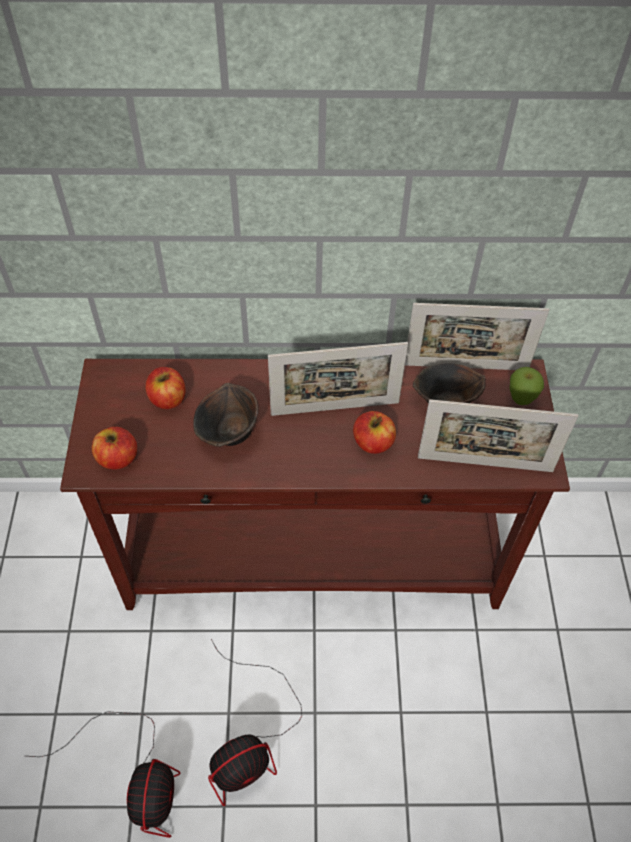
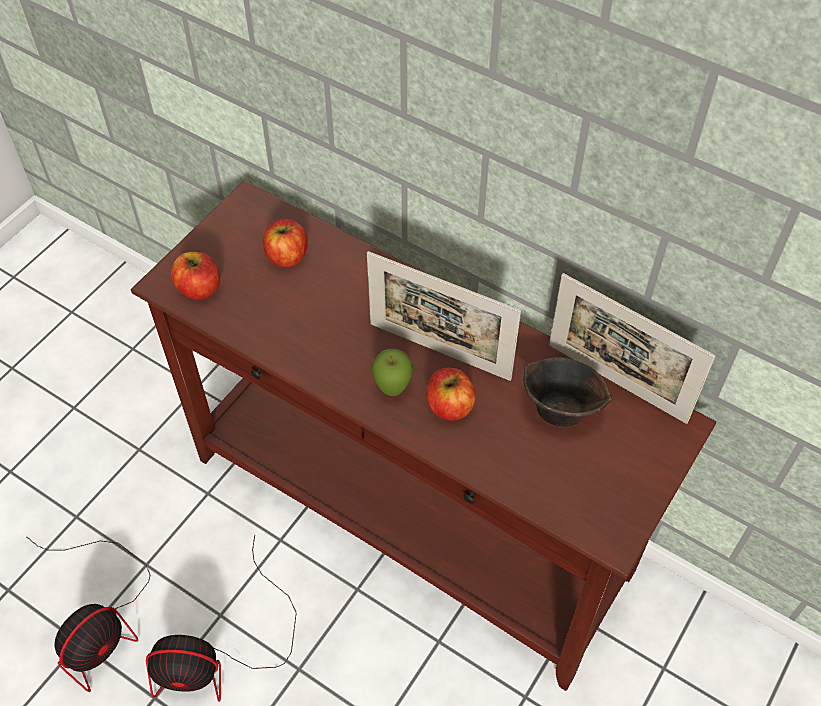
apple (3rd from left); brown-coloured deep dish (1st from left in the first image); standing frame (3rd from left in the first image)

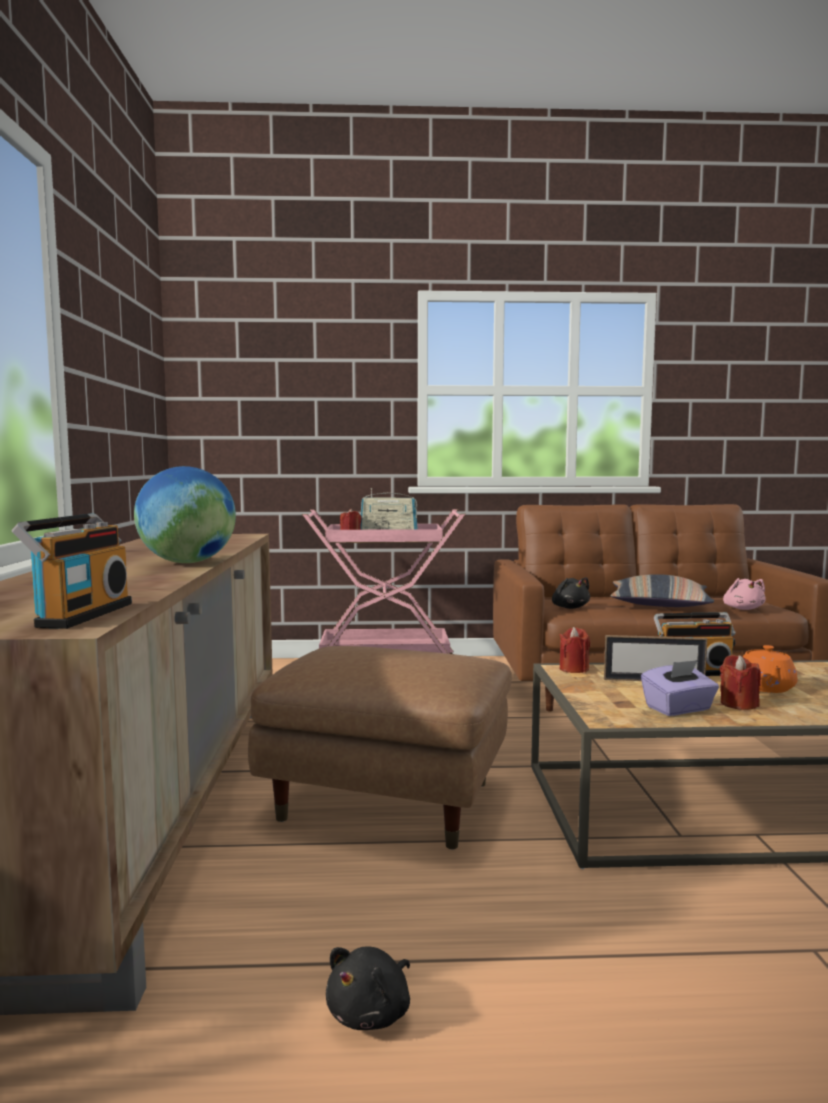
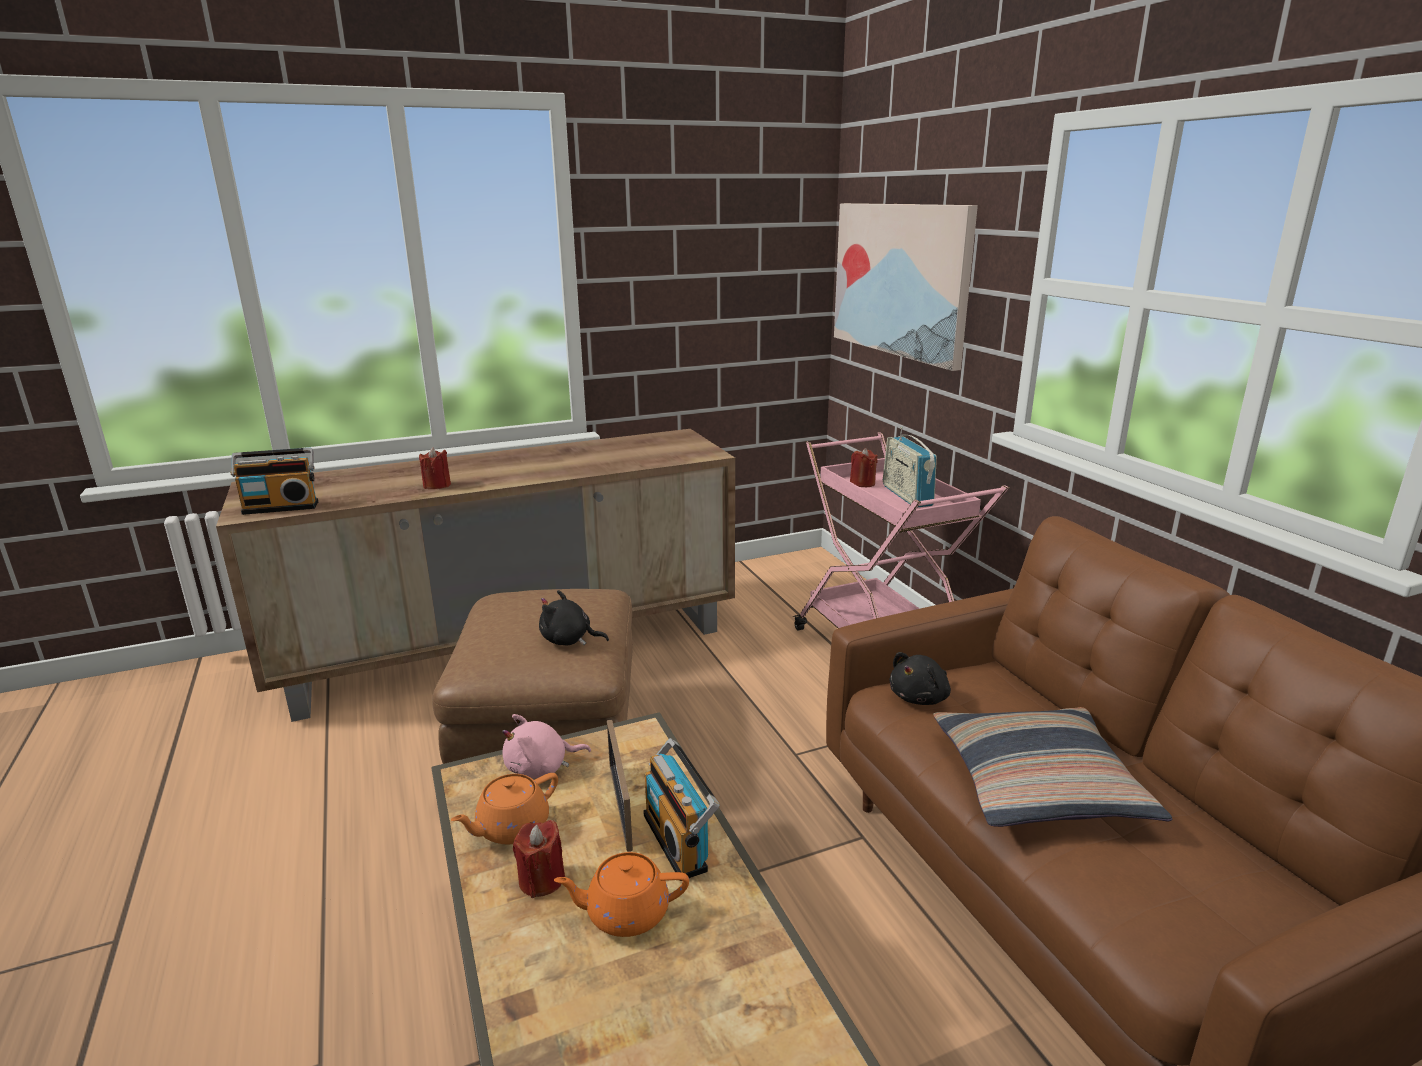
desk globe; pinkish plush toy; red candle (1st from left); orange teapot (1st from left); black plush toy (1st from left); picture

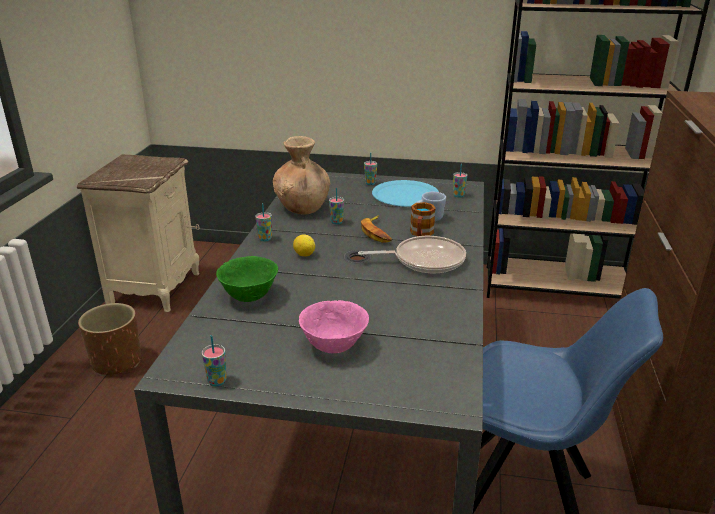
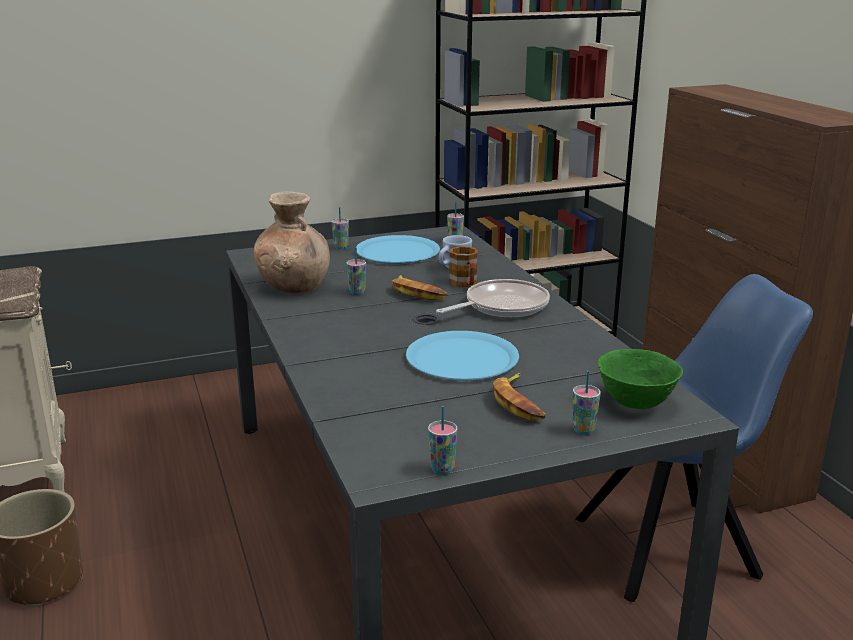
small cup (5th from left); citrus fruit; greenish deep dish; whole banana (2nd from left); blue plate (2nd from left)

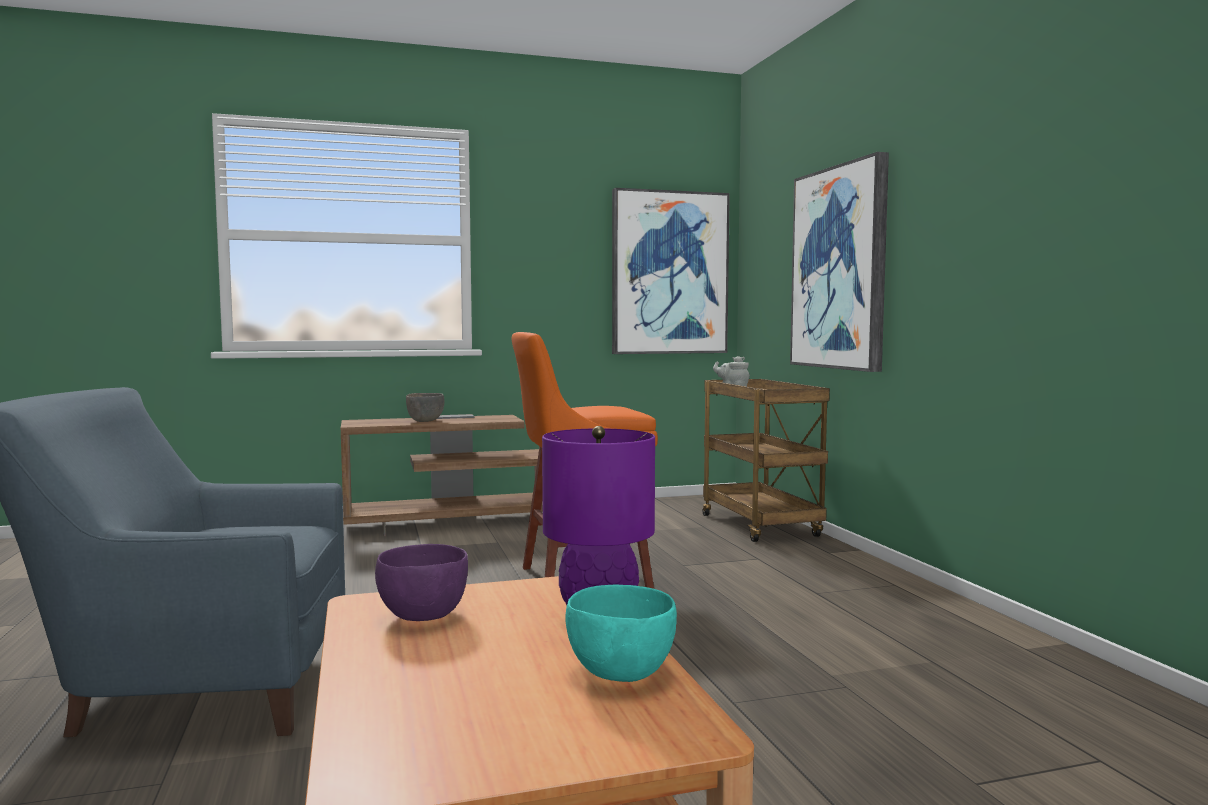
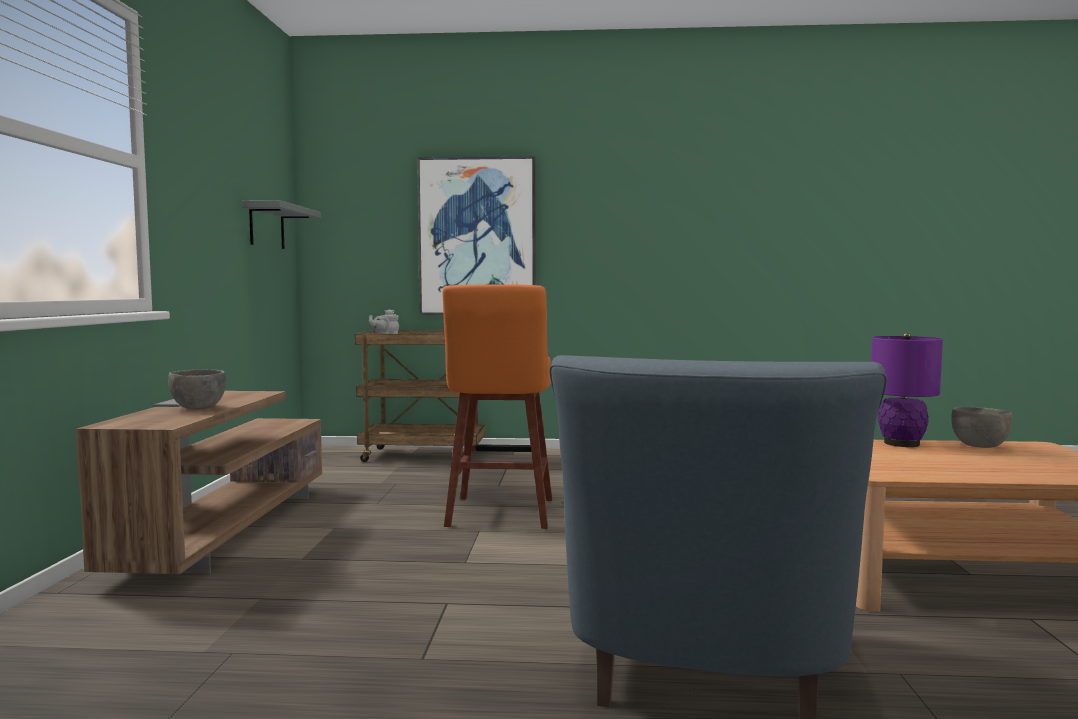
grey bracket shelf; purple-coloured deep dish; grey deep dish (2nd from left)

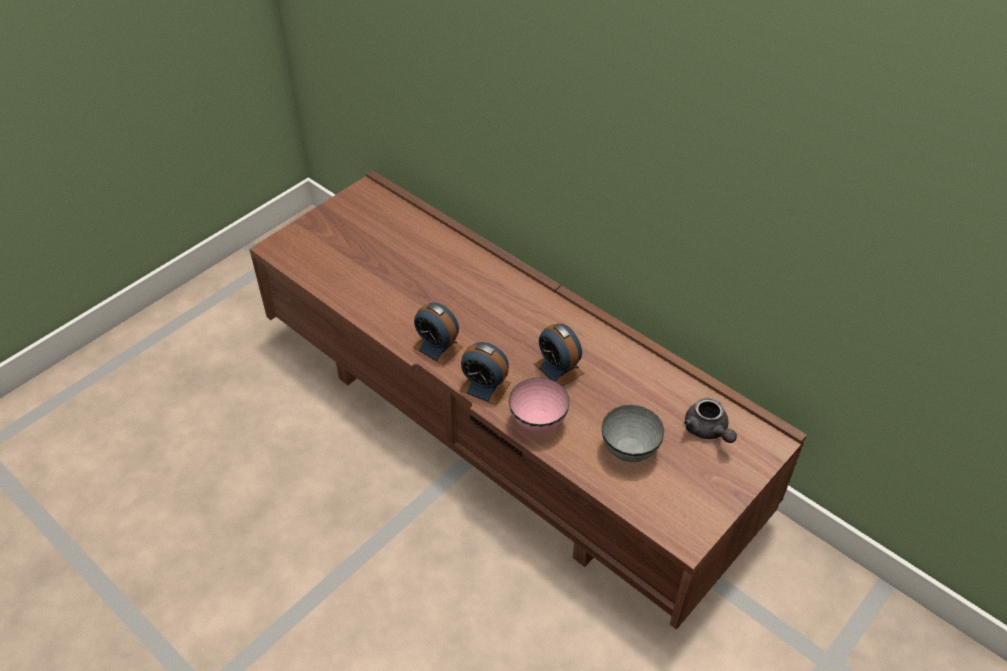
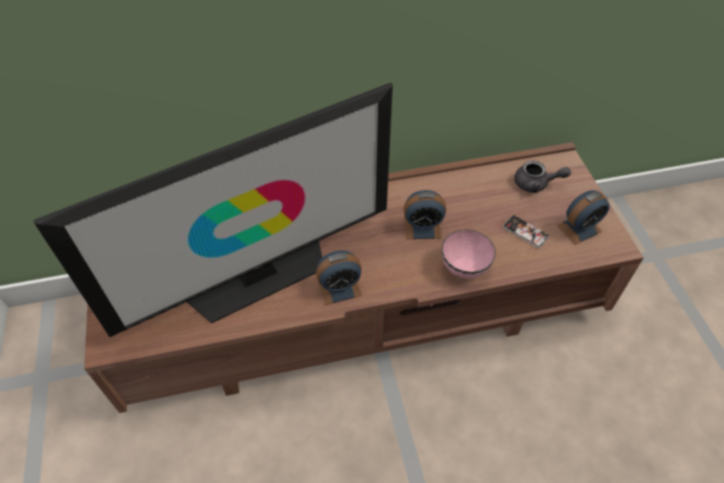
table clock (3rd from left); telephone; TV

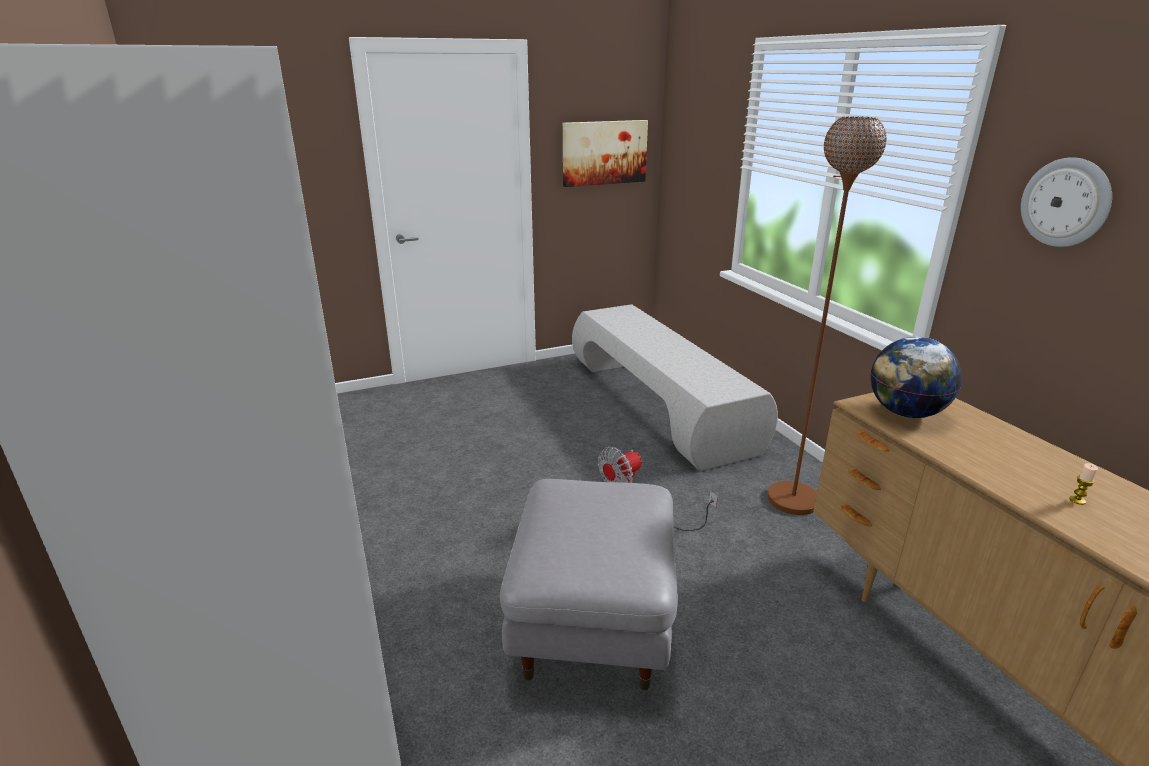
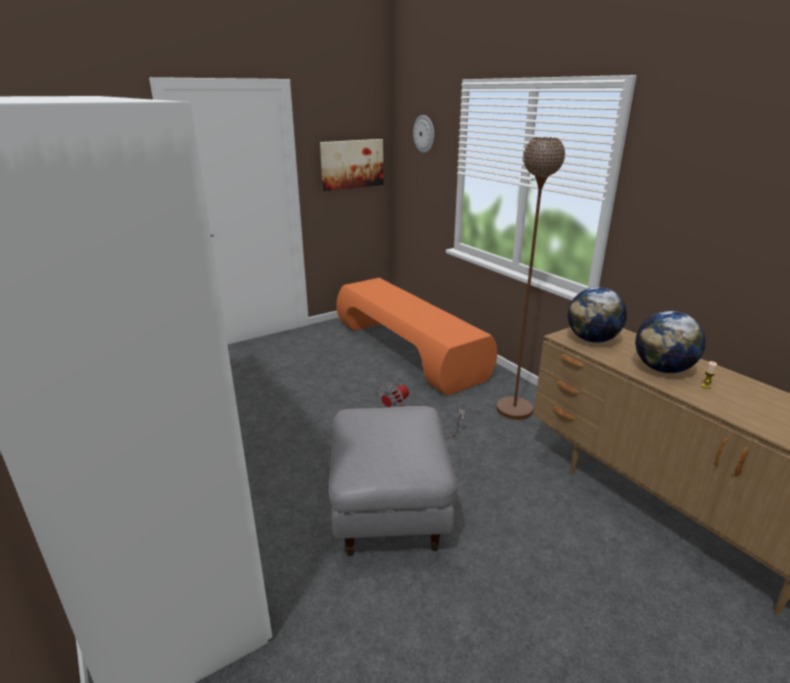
hanging clock; orange long seat; desk globe (2nd from left)

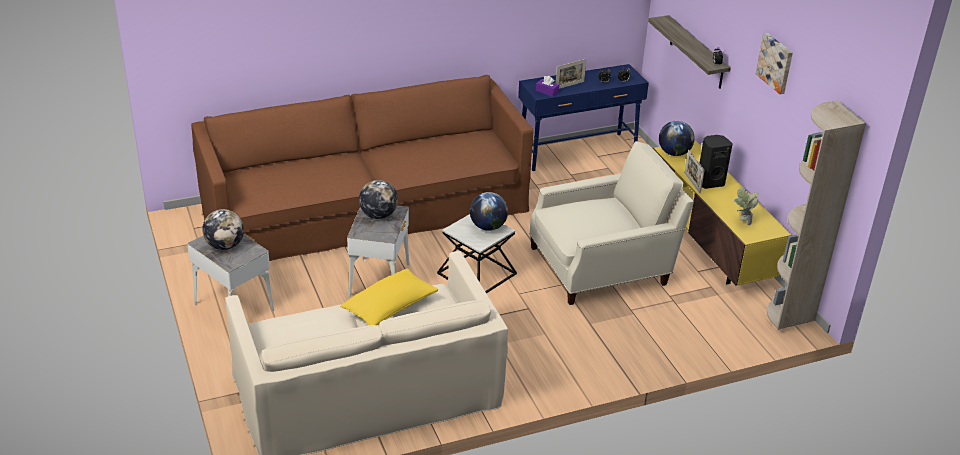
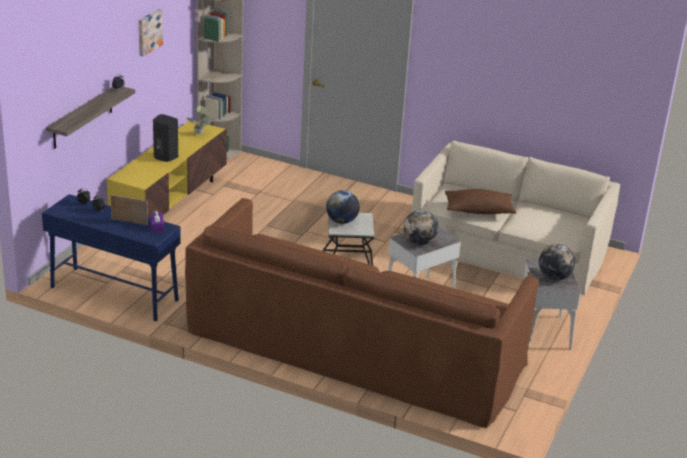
desk globe (4th from left in the first image); beige lounge chair; standing frame (2nd from left in the first image); brown-coloured throw pillow

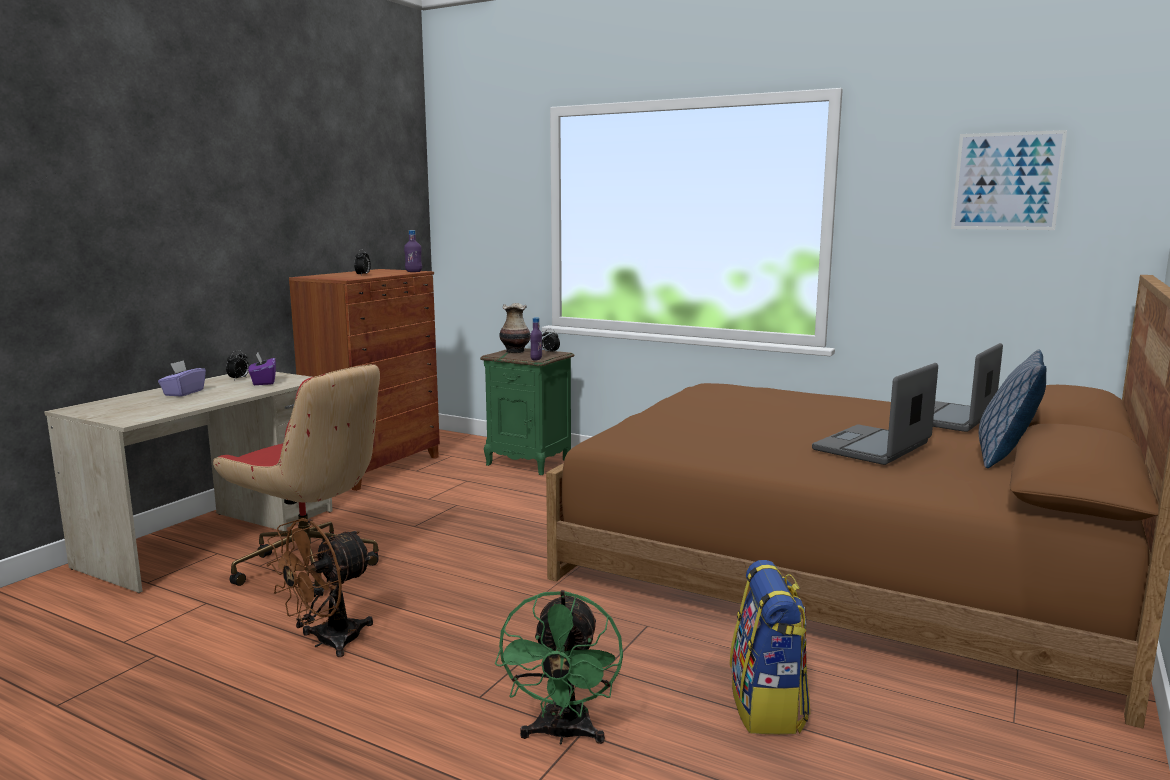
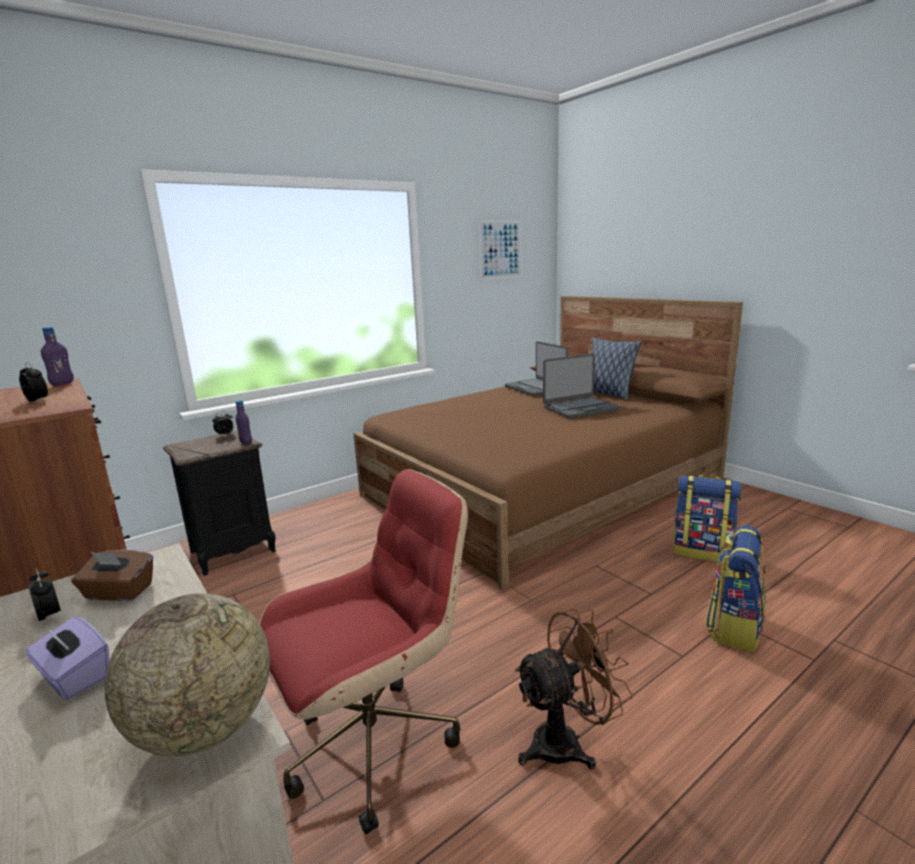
flower vase; black bedside table; brown-coloured tissue holder; notebook computer (2nd from left); brown-coloured electric fan; rucksack (2nd from left); desk globe

